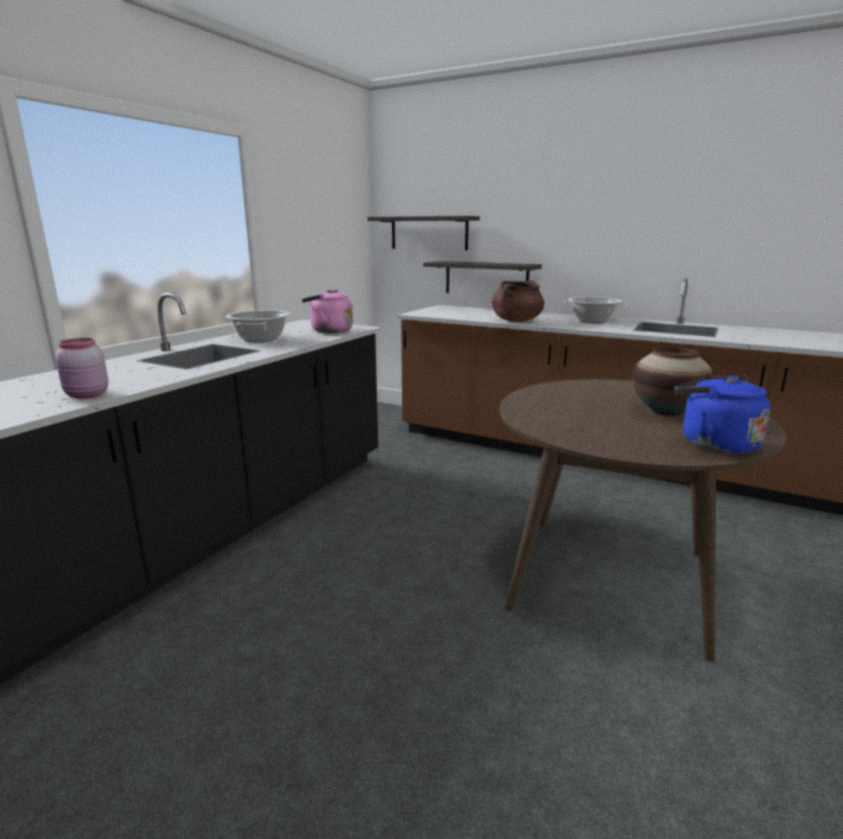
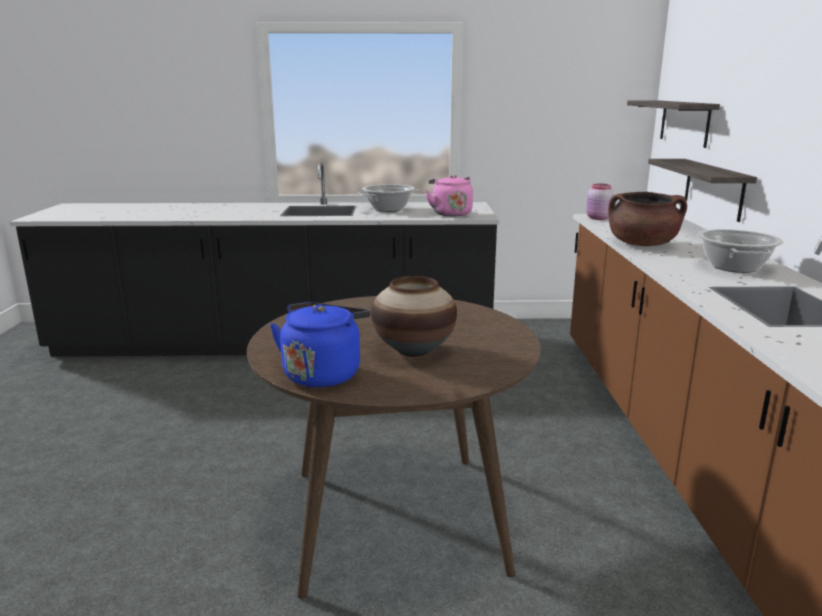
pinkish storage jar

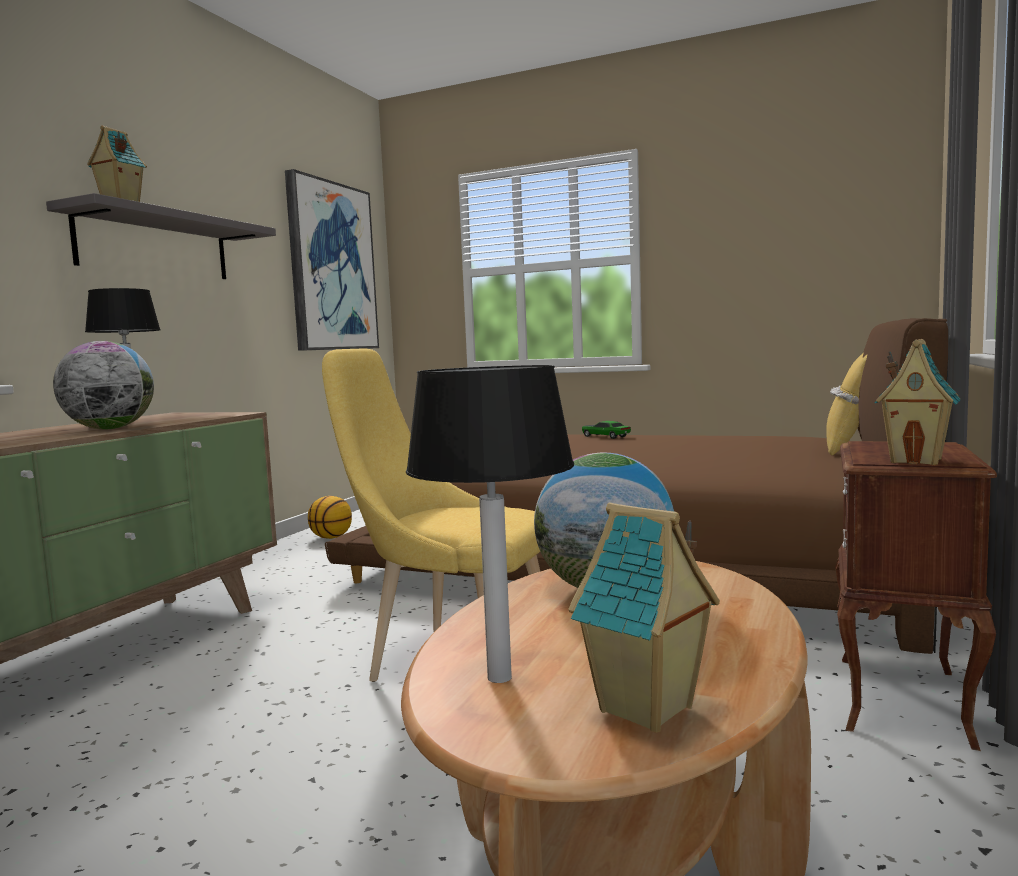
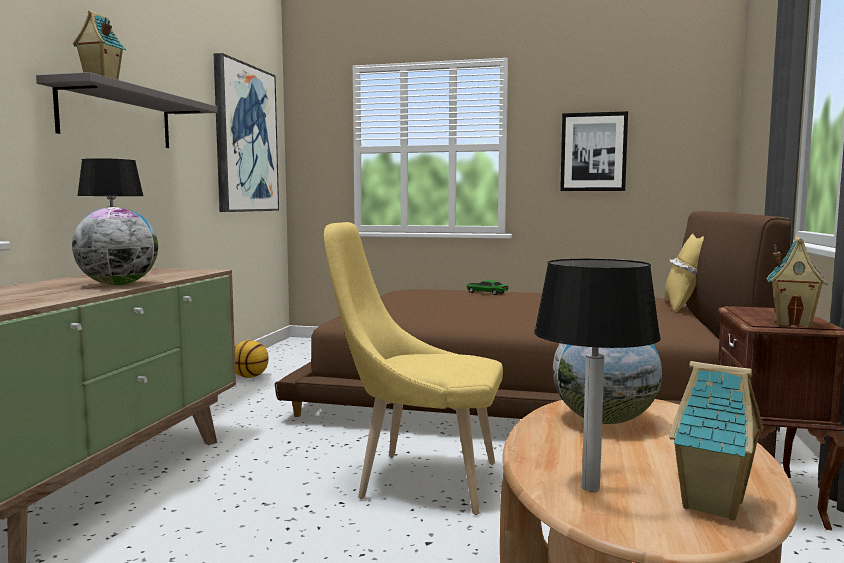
picture (2nd from left)

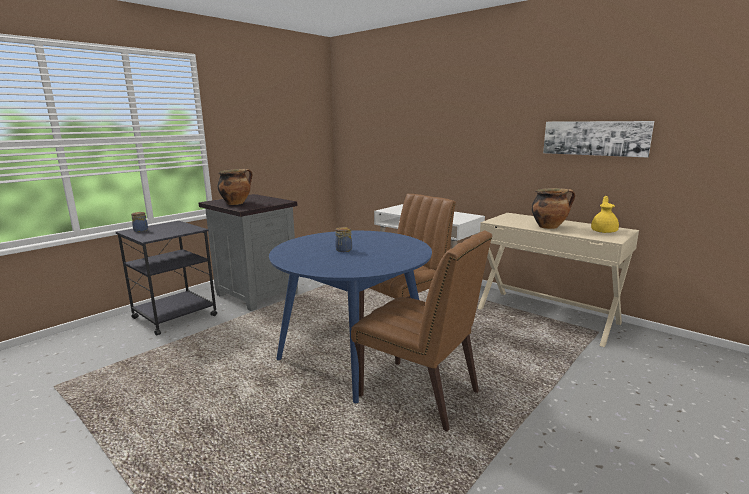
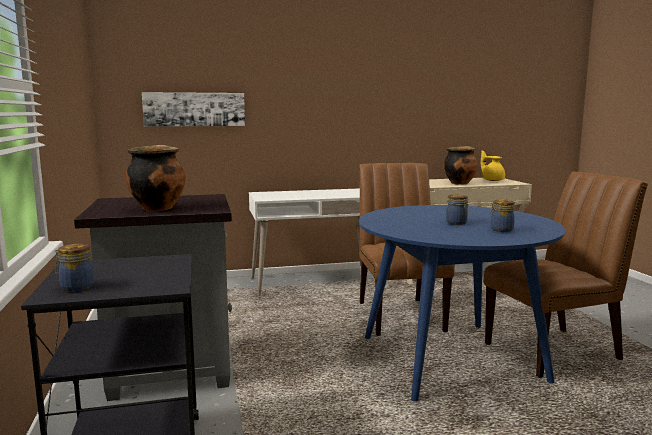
picture; storage jar (3rd from left)

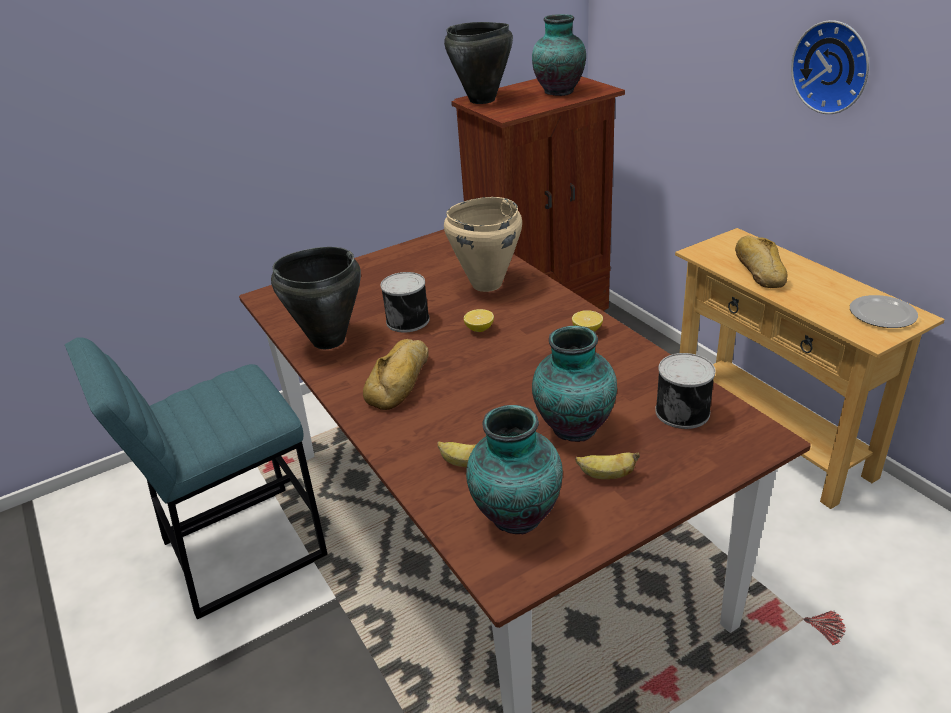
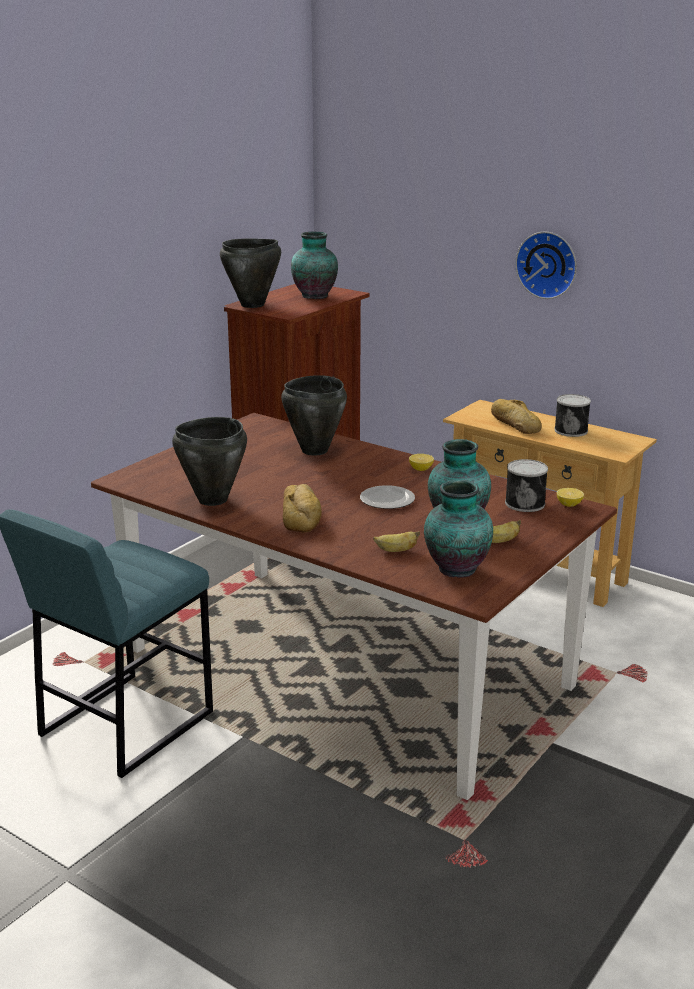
black stockpot (3rd from left); can (2nd from left); plate; citrus fruit (2nd from left)

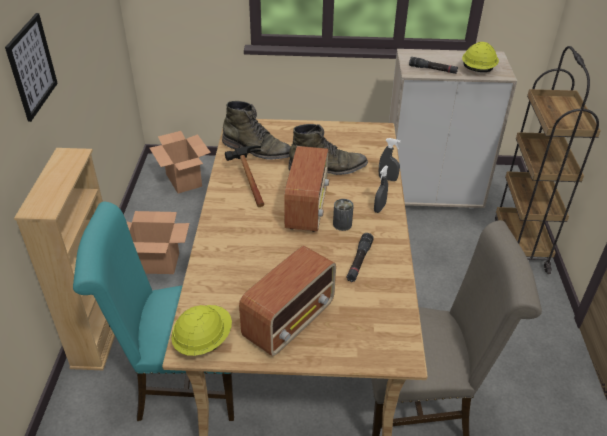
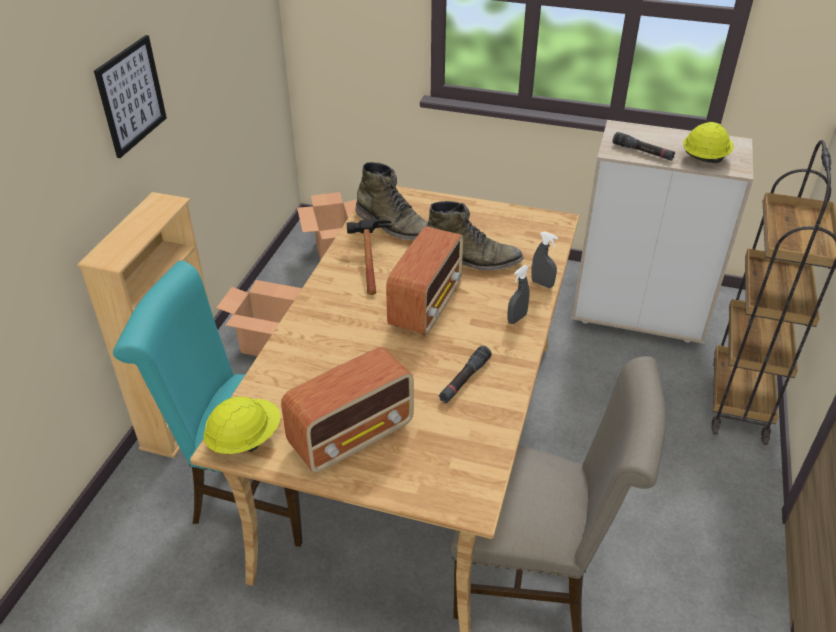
can

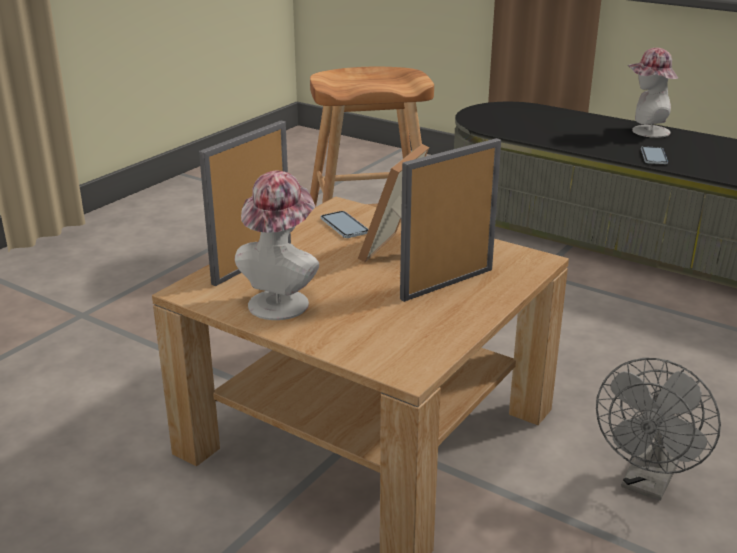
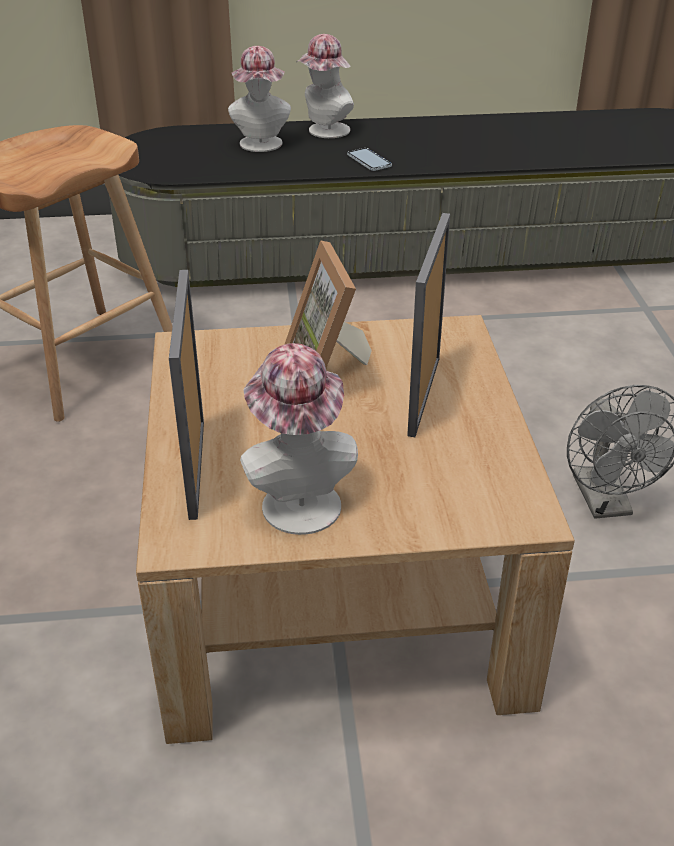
telephone (1st from left in the first image); wearable hat (1st from left)

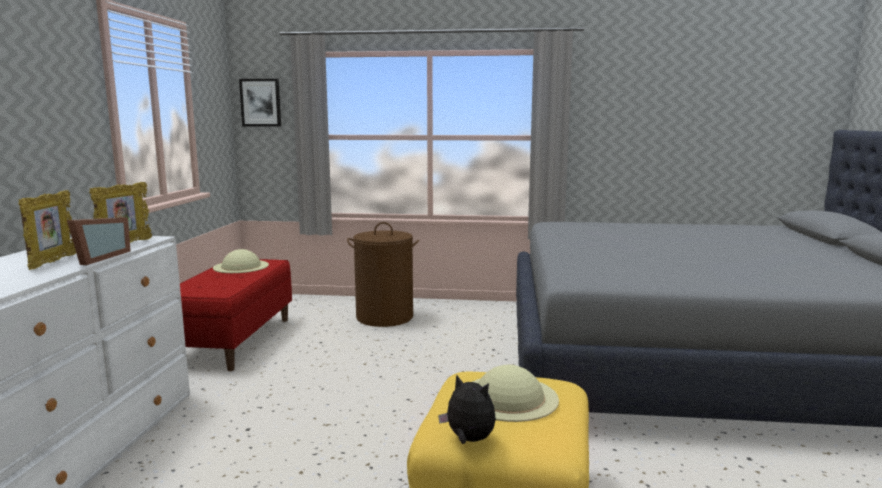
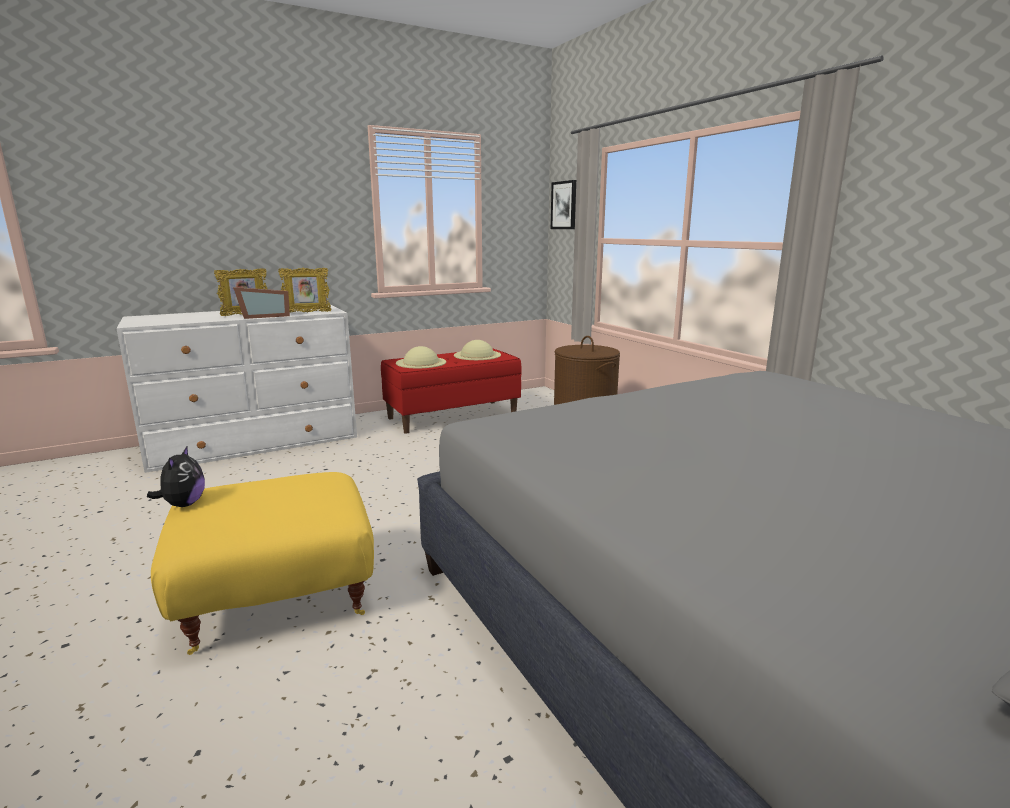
beige wearable hat (1st from left)

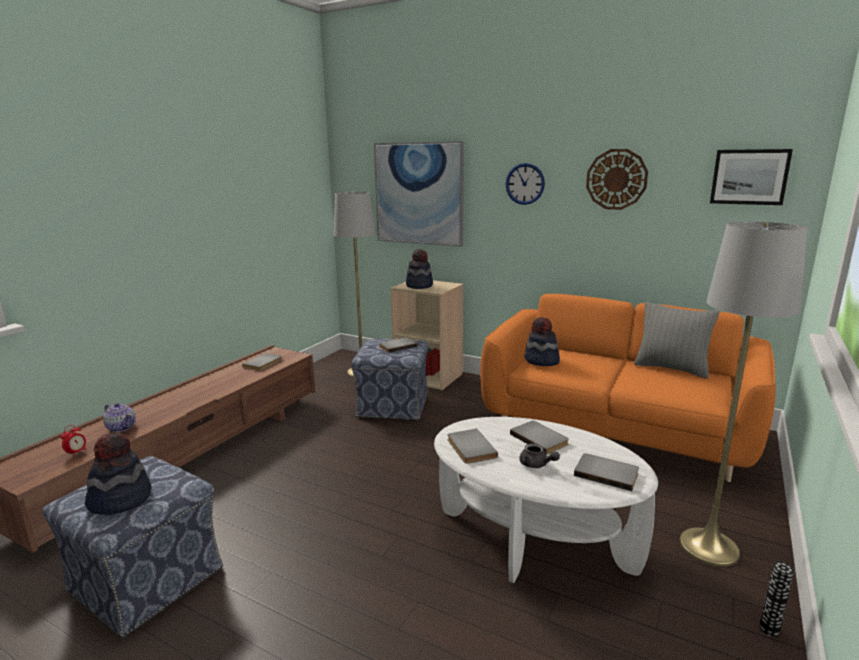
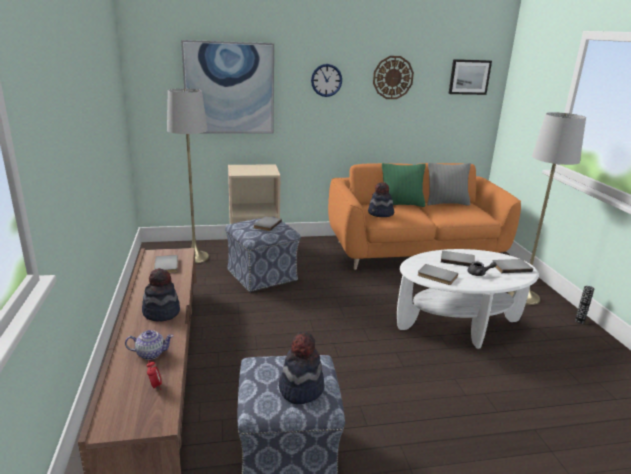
wearable hat (1st from left); greenish throw pillow

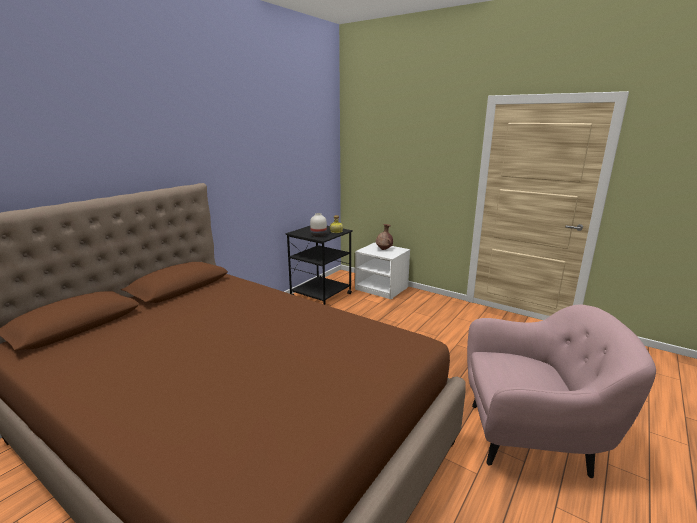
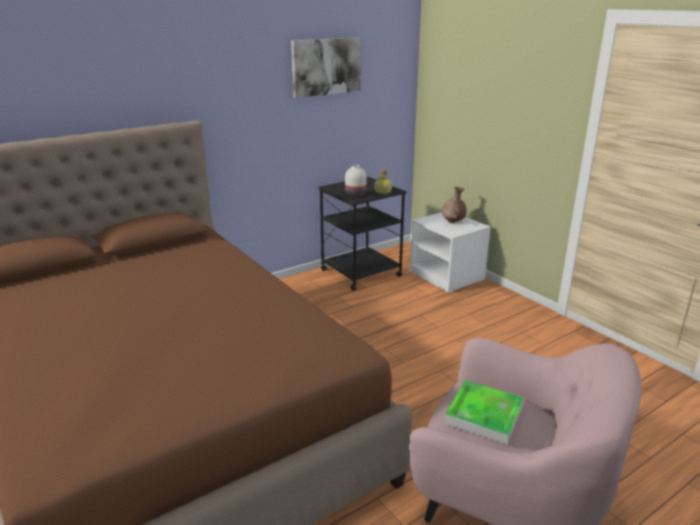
picture; carrying tray

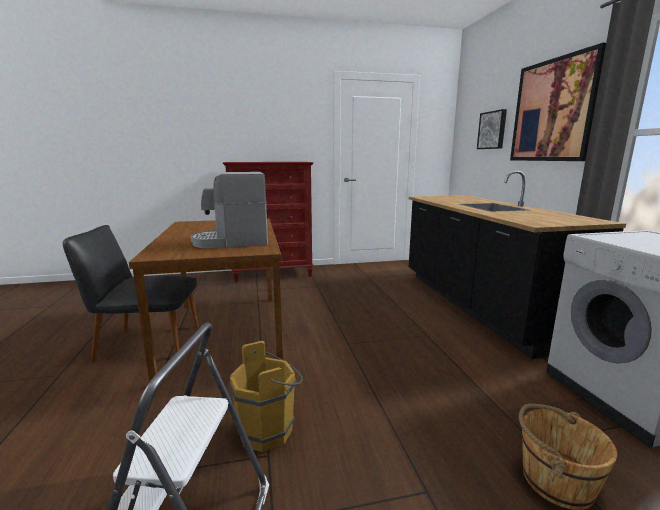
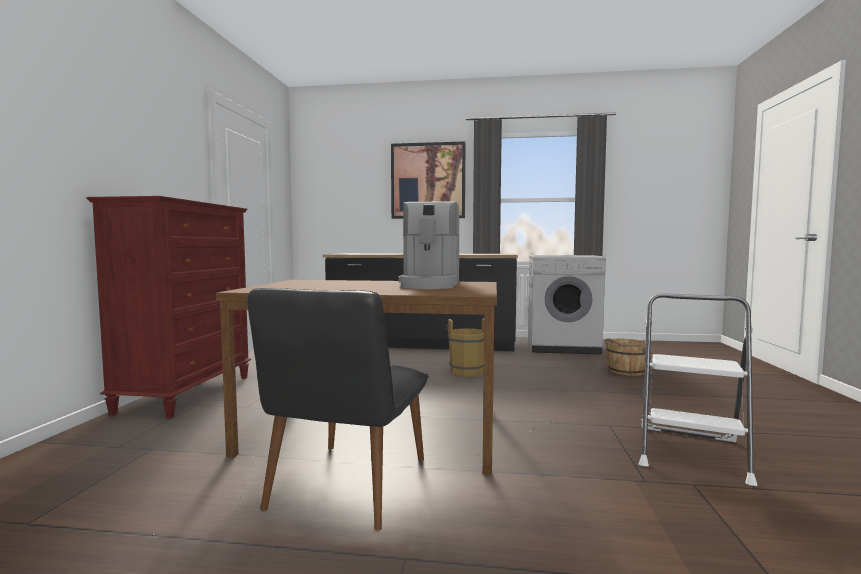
picture (1st from left in the first image); brown-coloured pail (1st from left)

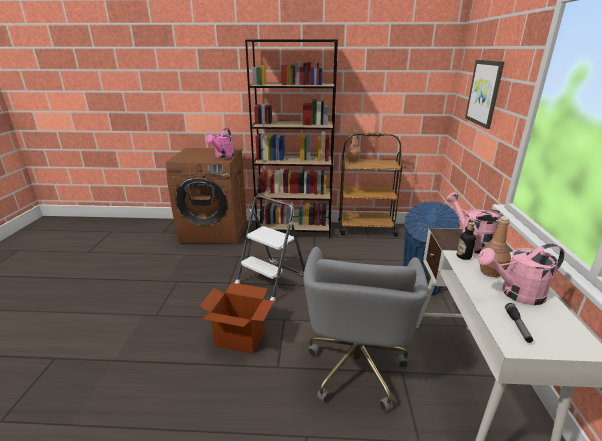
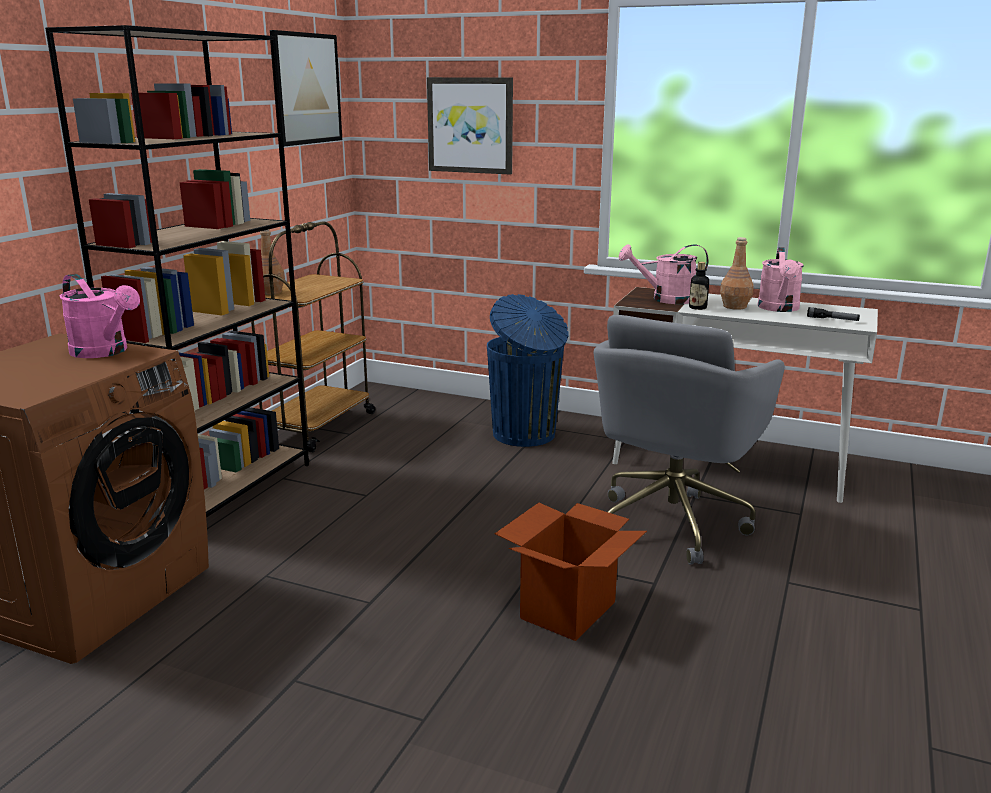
white-coloured step stool; grey desk chair; picture (1st from left)

